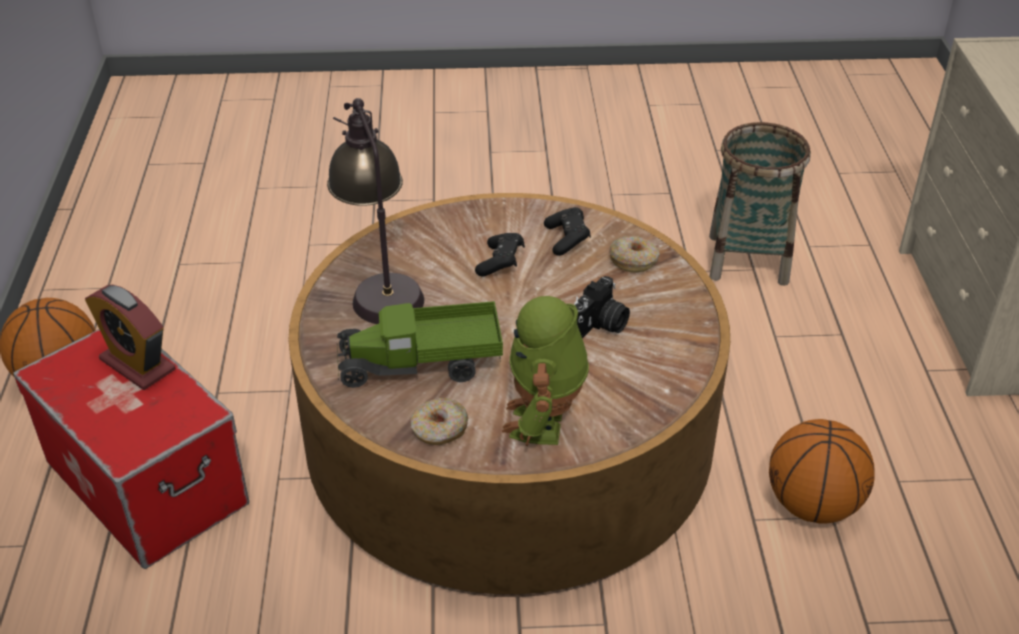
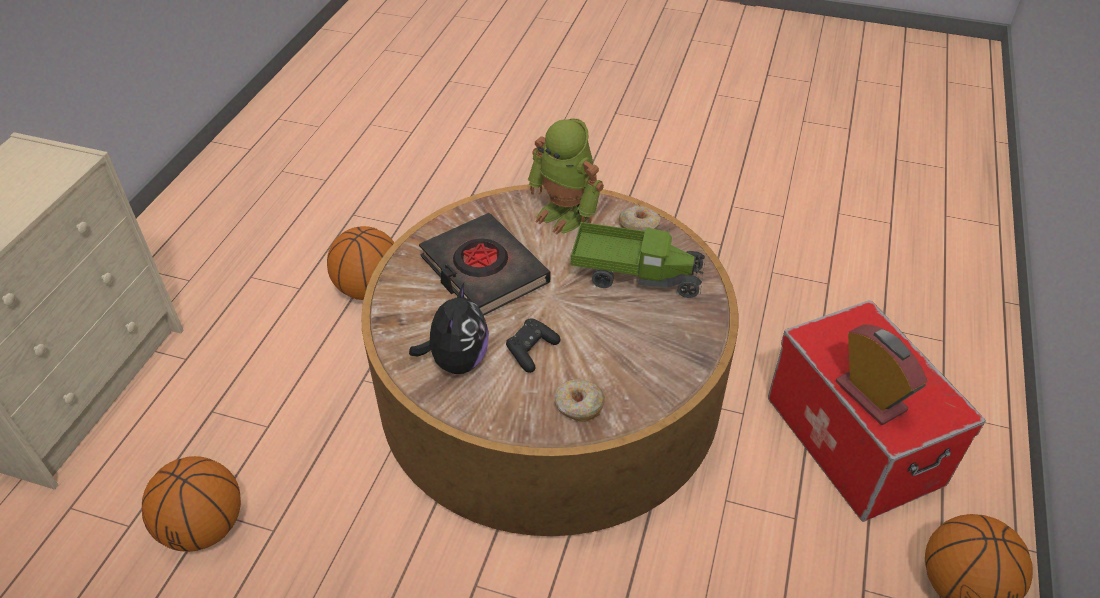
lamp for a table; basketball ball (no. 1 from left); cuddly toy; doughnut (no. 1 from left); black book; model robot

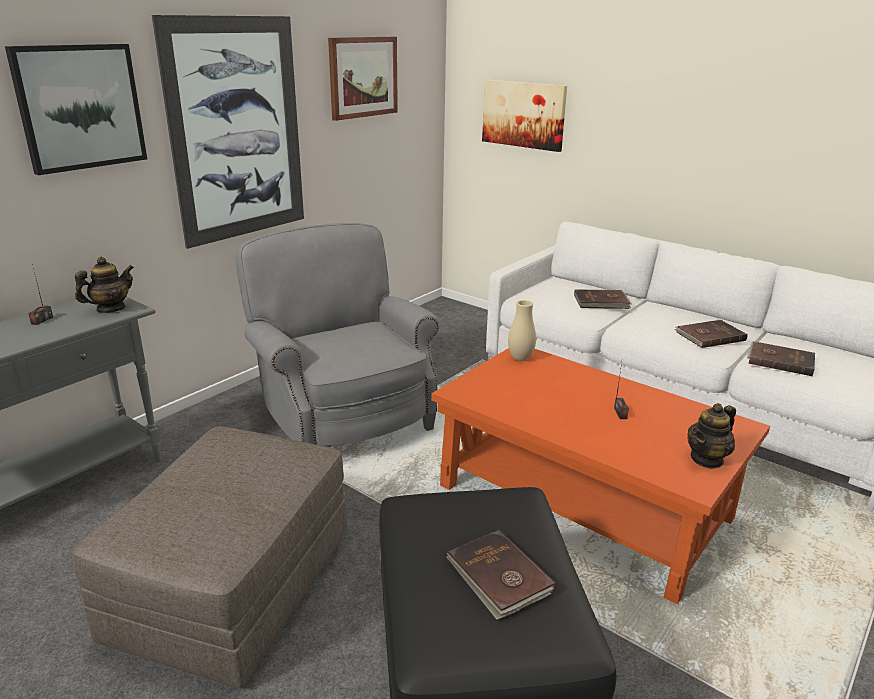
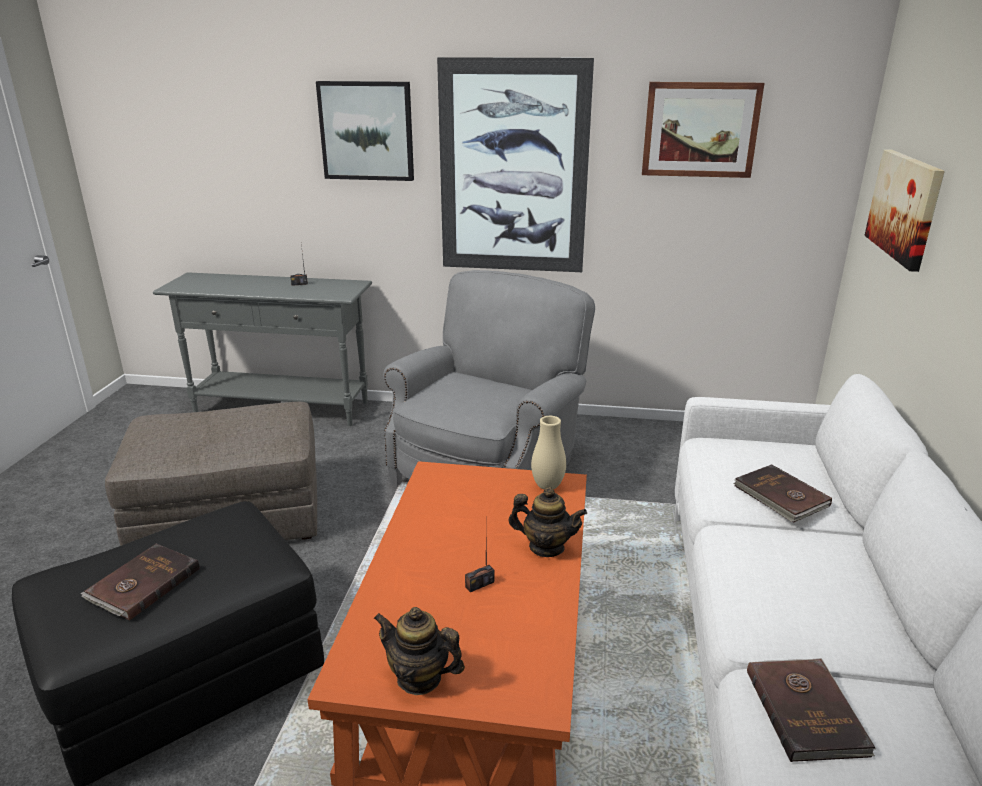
tea pot (no. 2 from left); brown book (no. 3 from left in the first image)

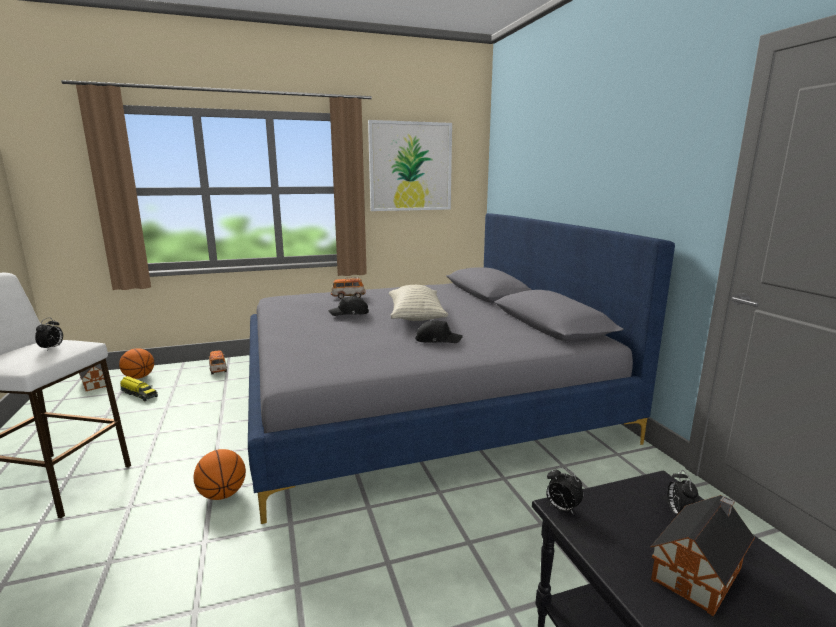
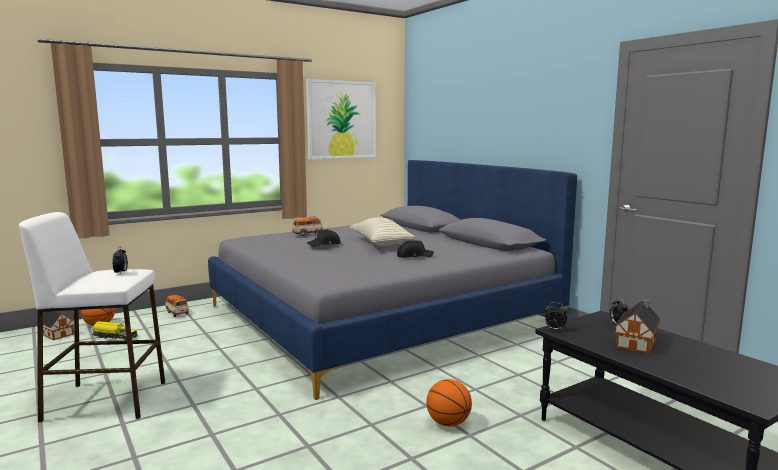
basketball ball (no. 2 from left)

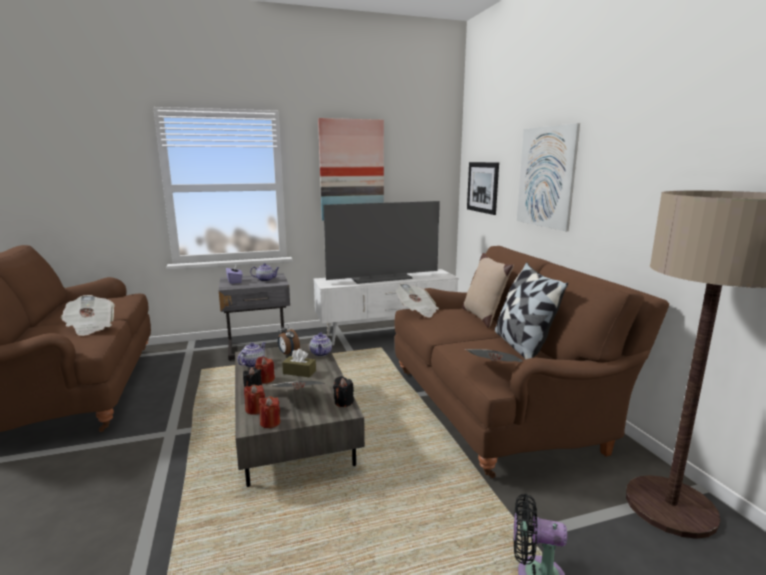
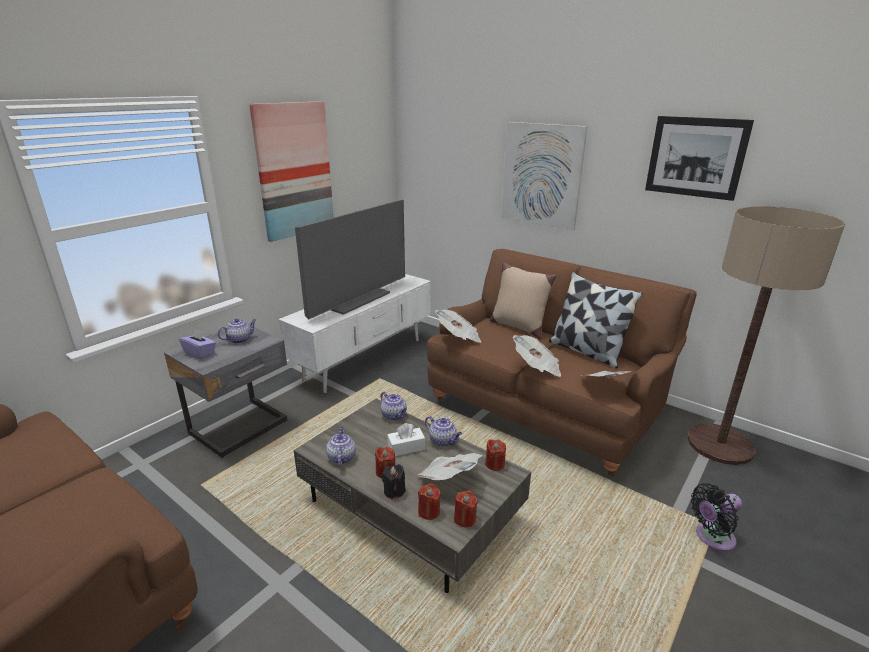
picture (no. 3 from left); printed paper (no. 3 from left); table clock; white-coloured box of tissues; red-coloured candle (no. 4 from left); tea pot (no. 4 from left)

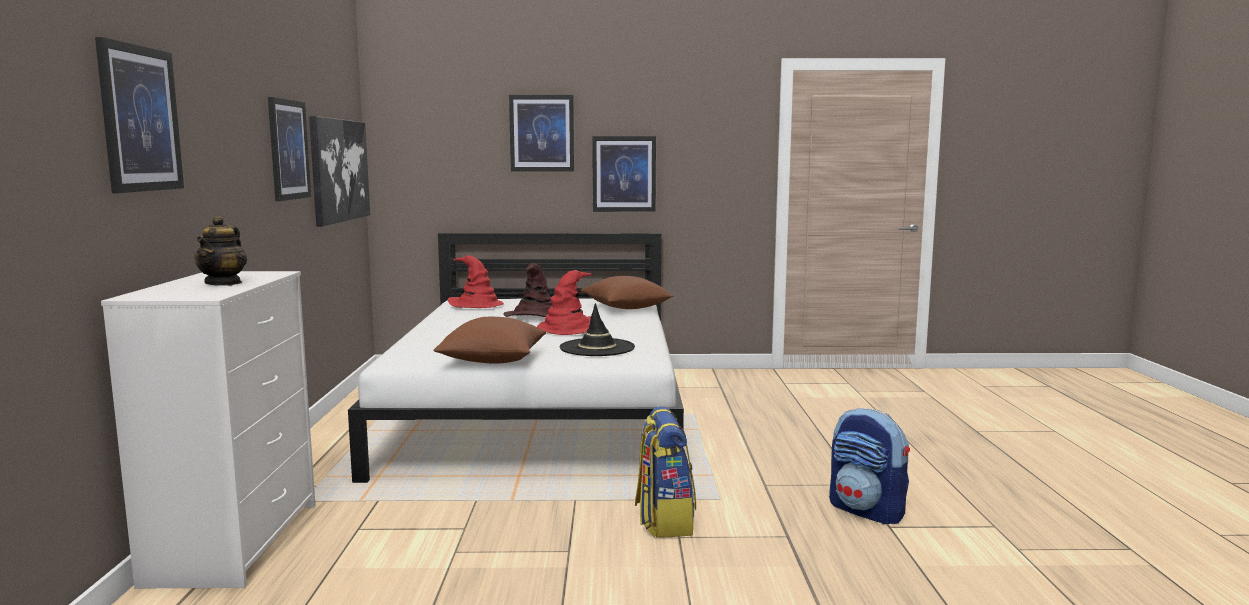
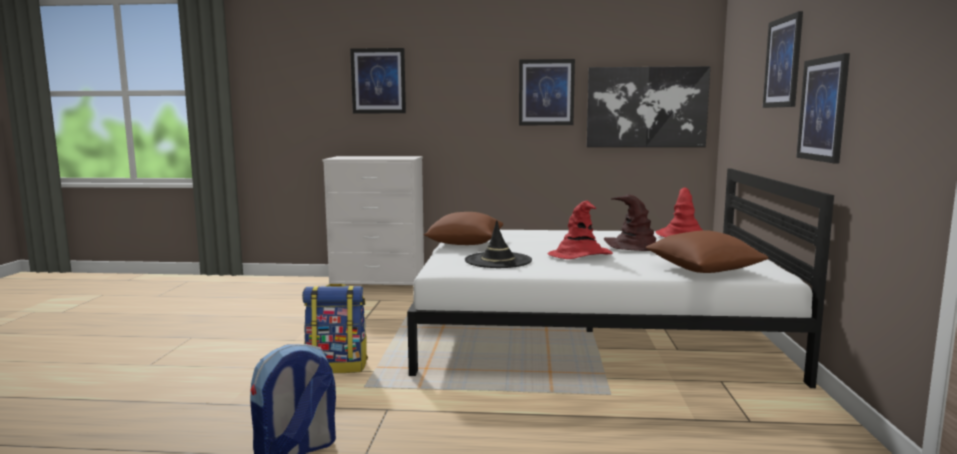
tea pot

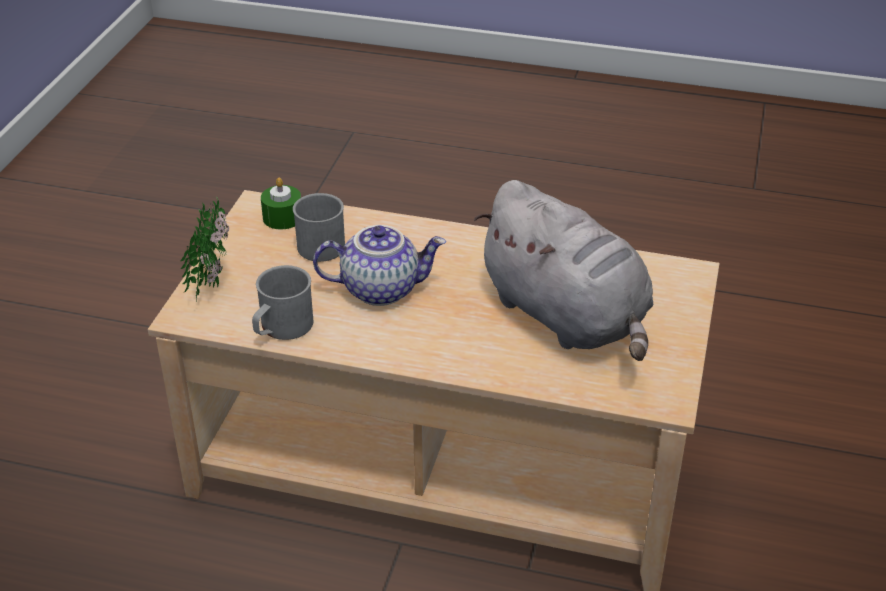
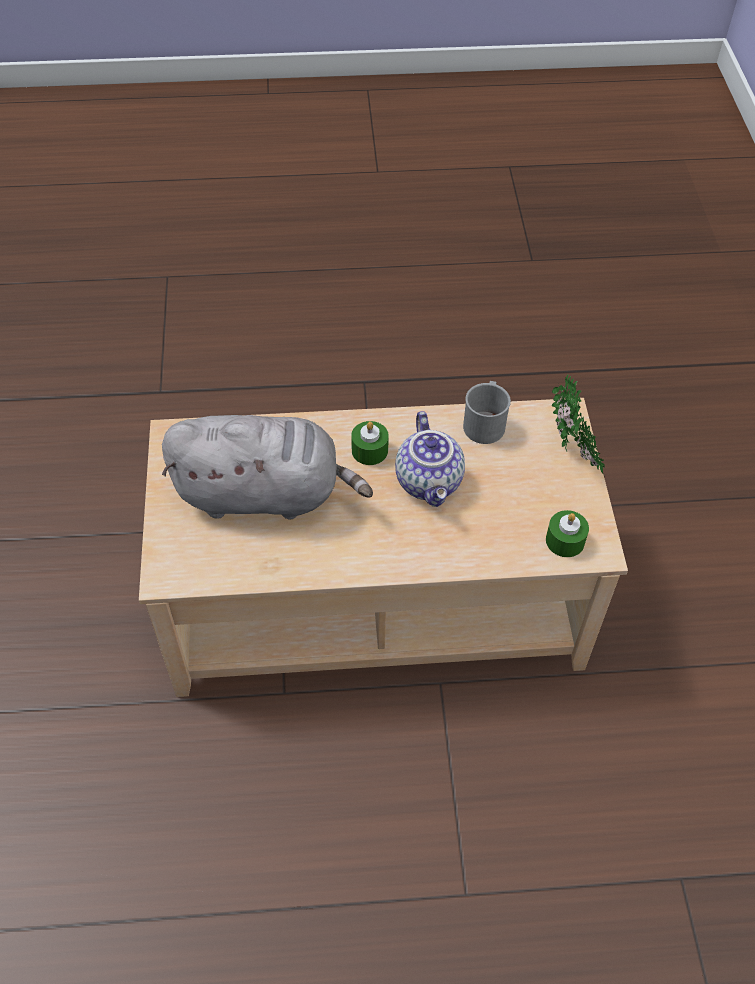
grey cuddly toy; grey coffee mug (no. 2 from left in the first image); tea pot; green candle (no. 1 from left)

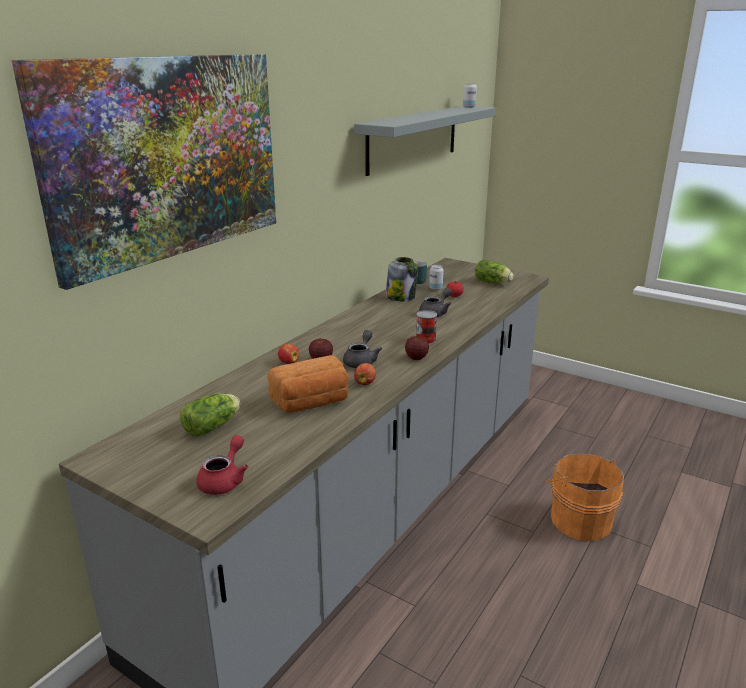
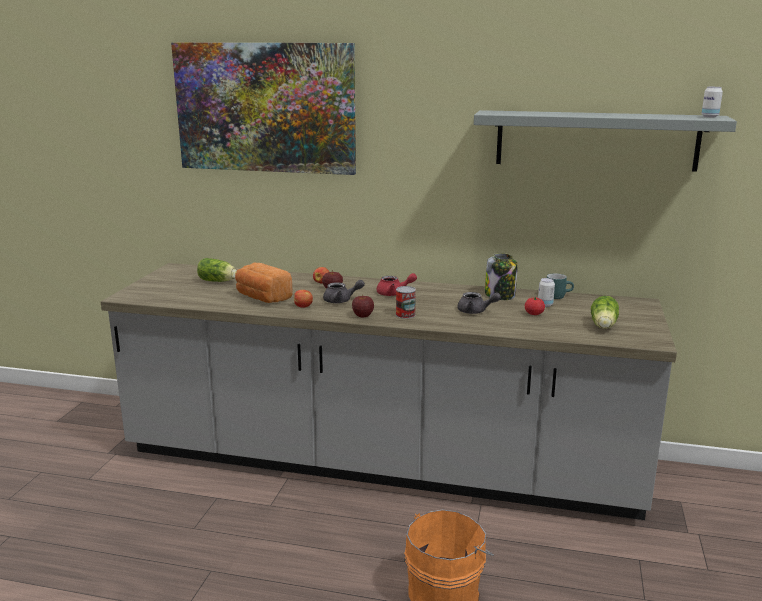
red-coloured tea pot

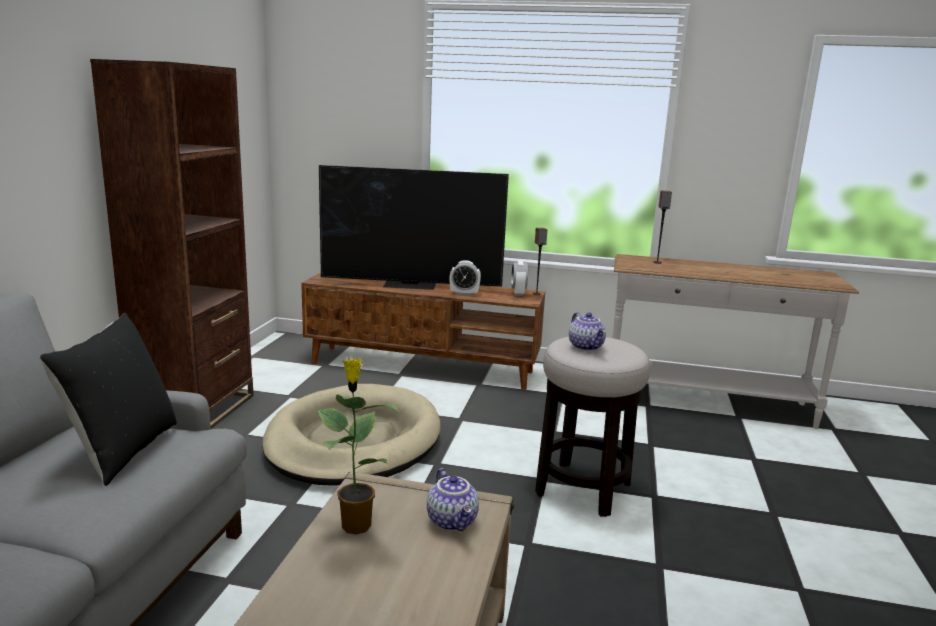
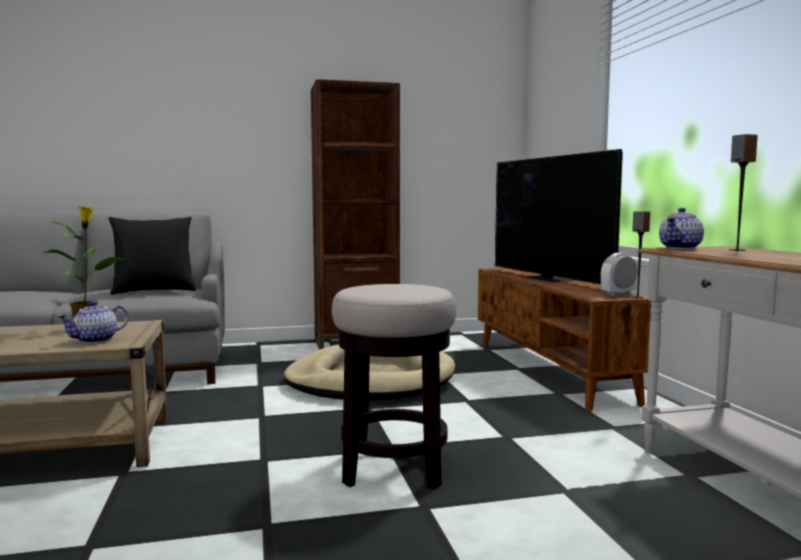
table clock (no. 1 from left in the first image); tea pot (no. 2 from left)

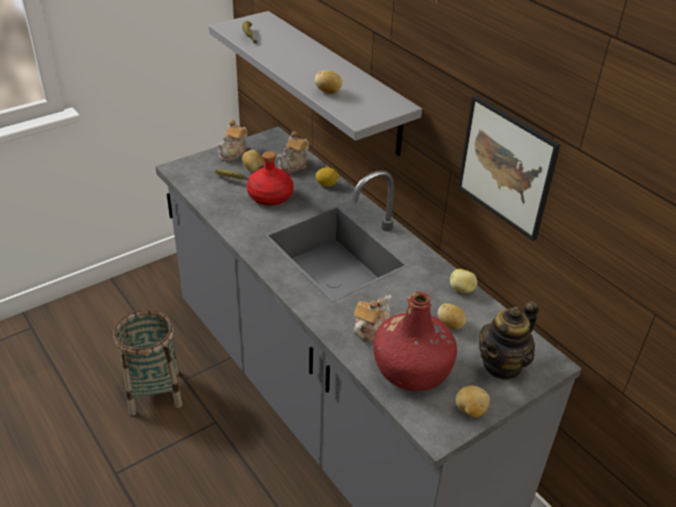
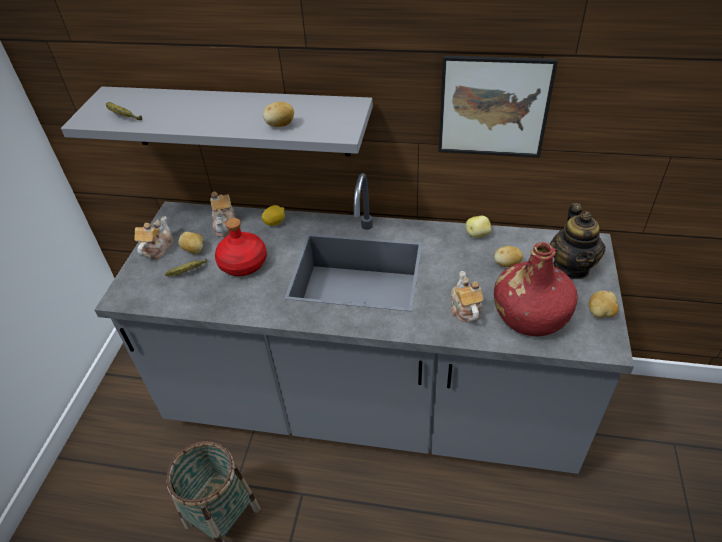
tea pot (no. 1 from left)

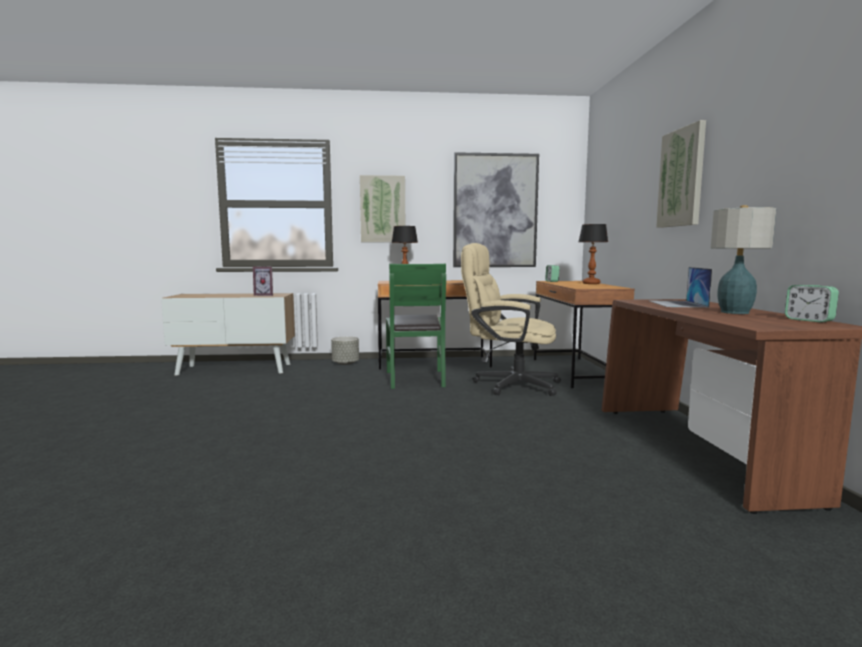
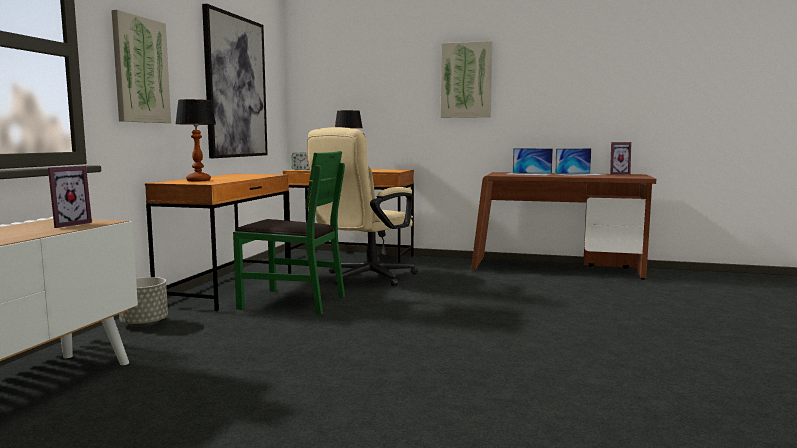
notebook computer (no. 2 from left); standing frame (no. 2 from left)

